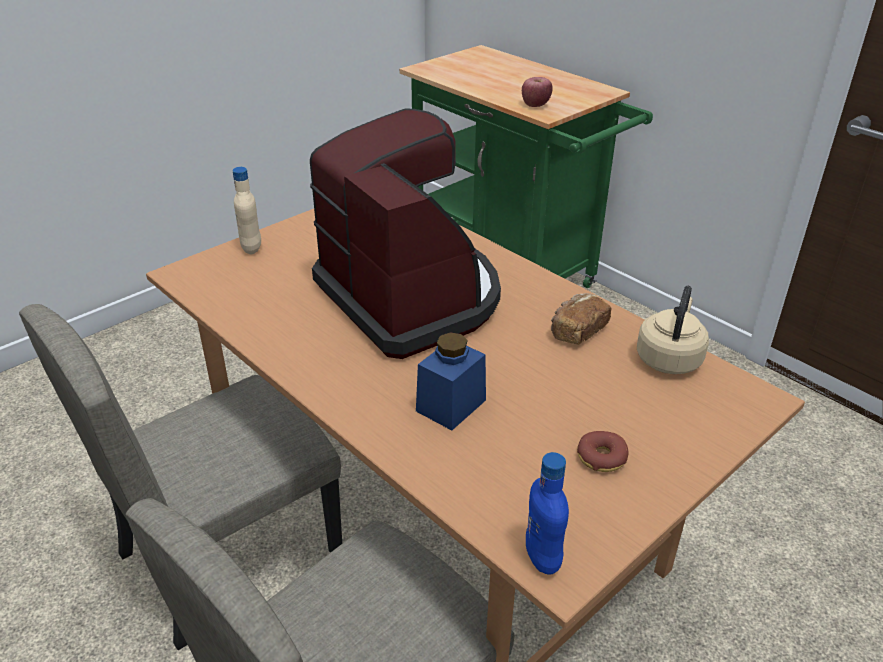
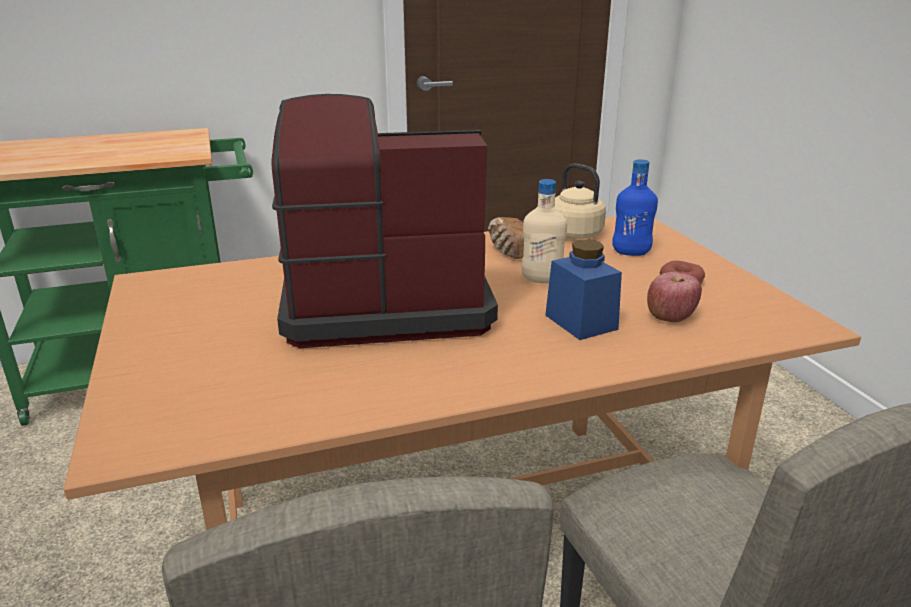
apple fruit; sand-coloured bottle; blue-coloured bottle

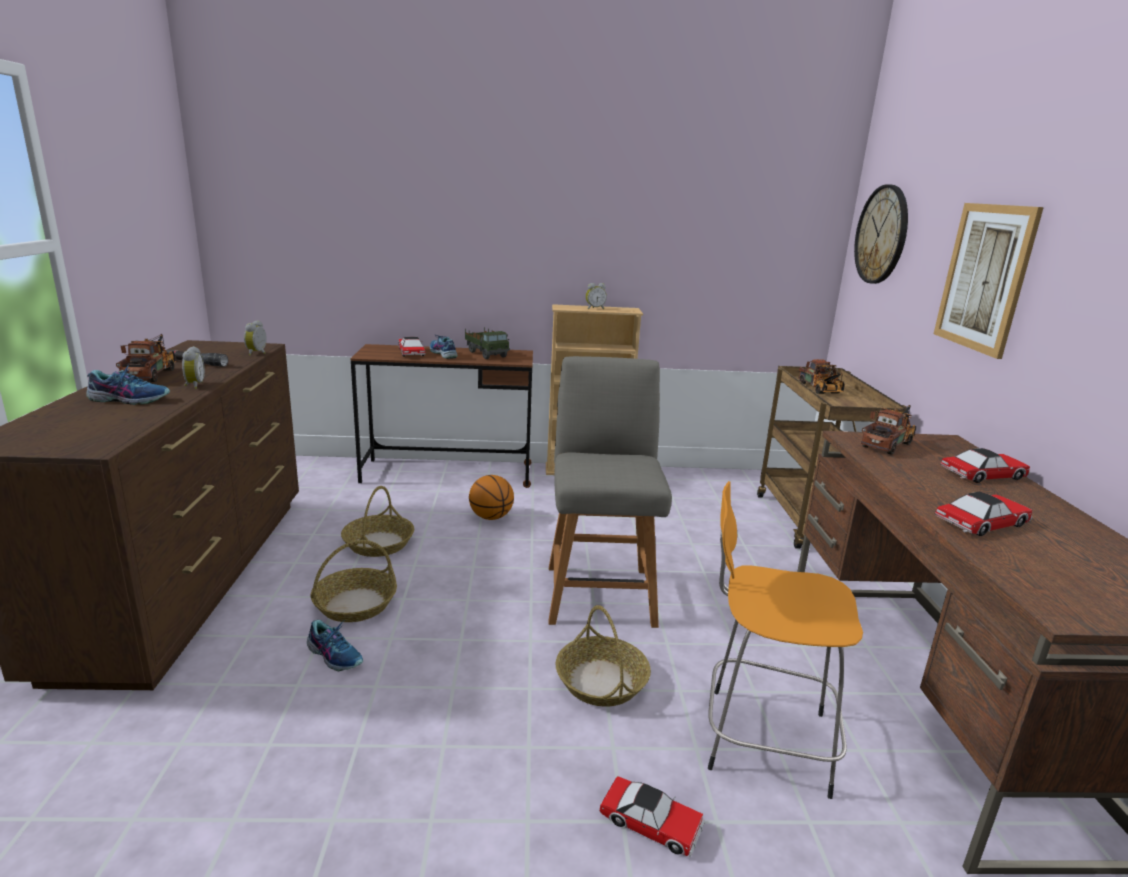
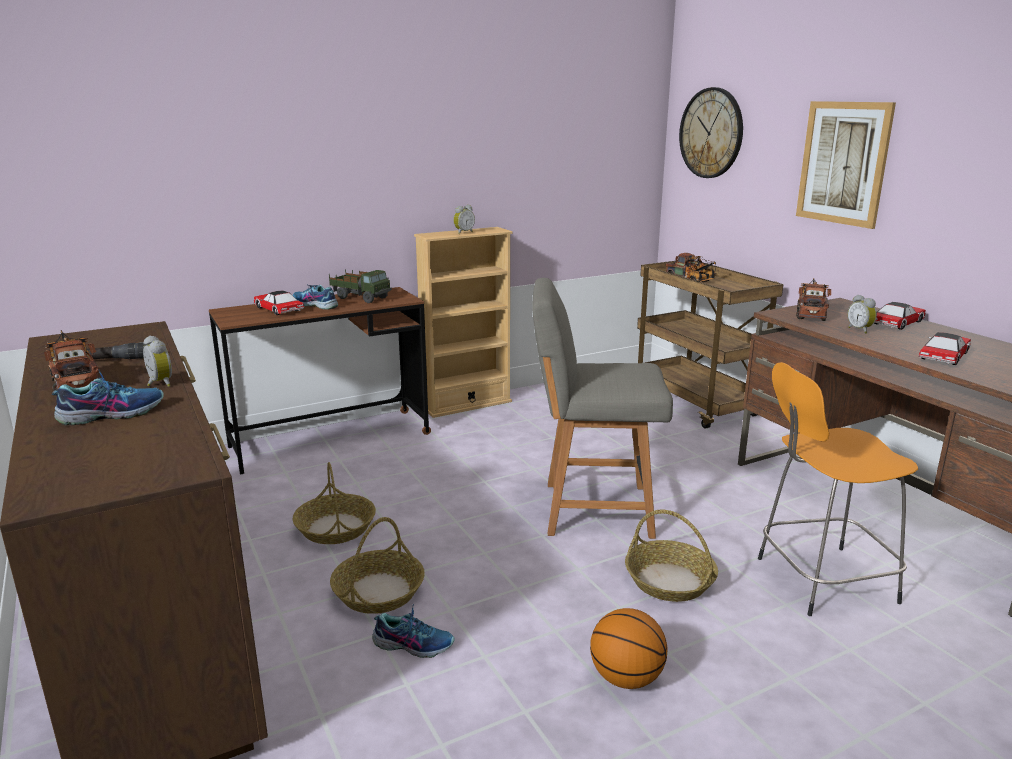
table clock (no. 3 from left); grey upright chair; basketball ball; model car (no. 2 from left in the first image)

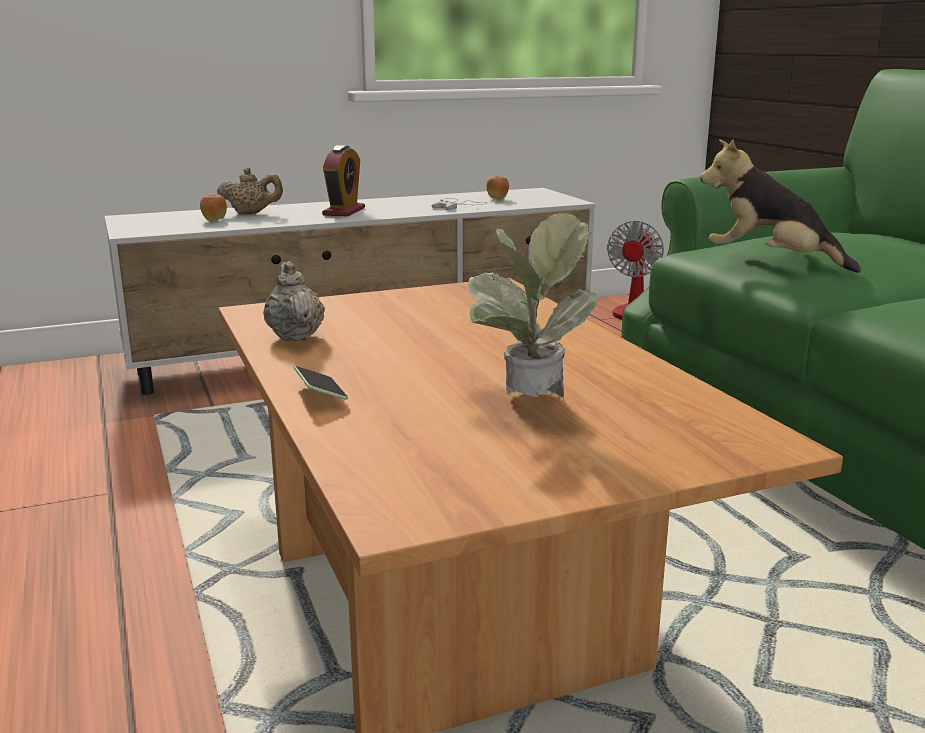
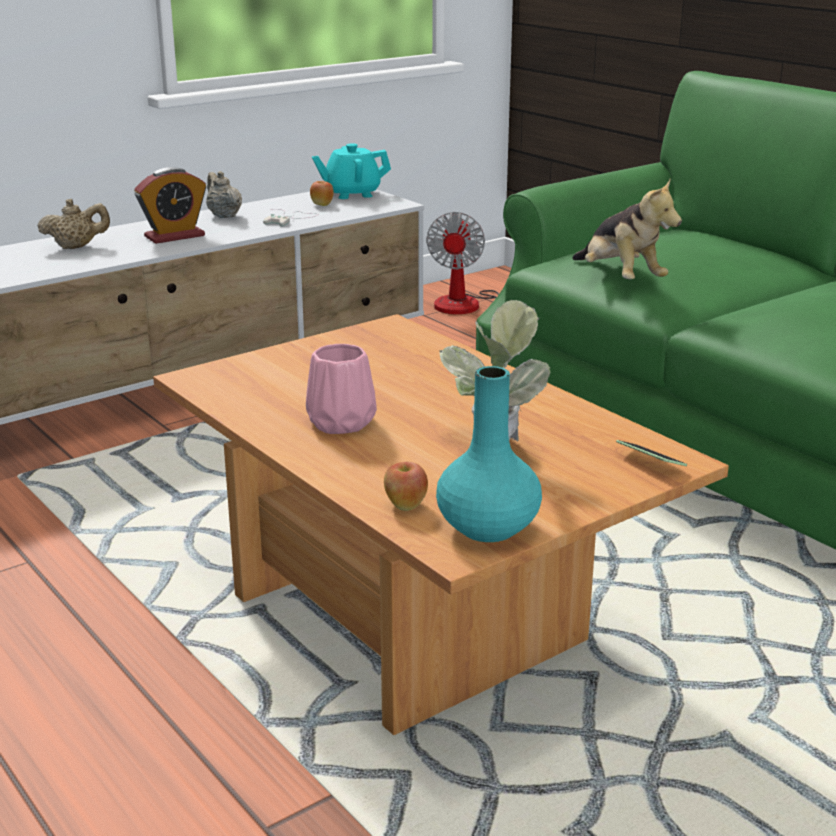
cuddly toy; table clock; apple fruit (no. 2 from left); sand-coloured tea pot (no. 2 from left); telephone; blue-green tea pot; pink-coloured flower vase; blue-green flower vase

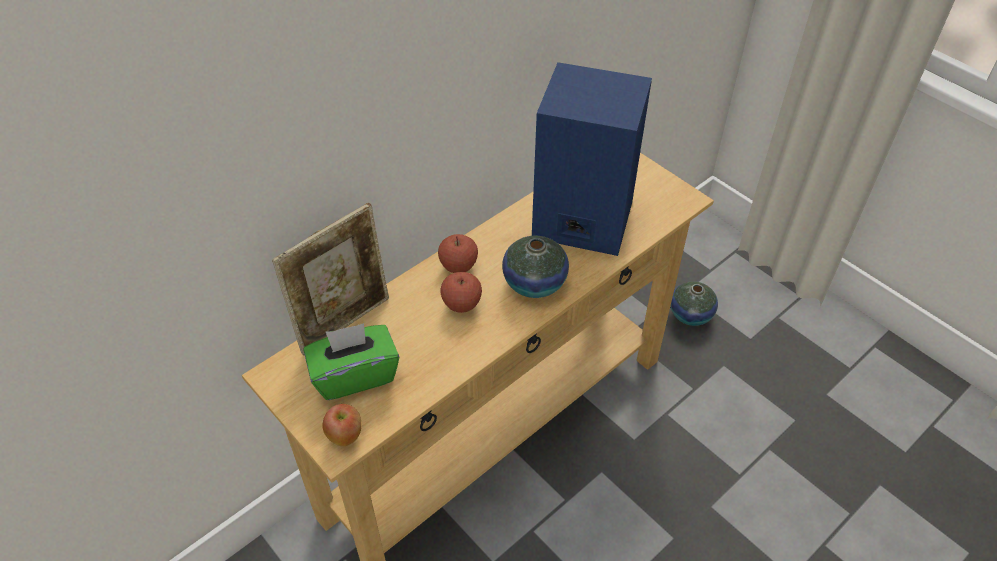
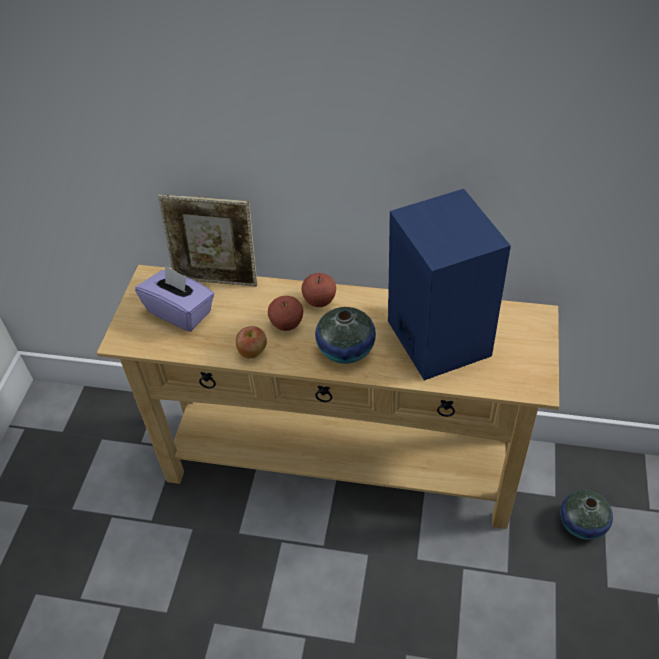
purple-coloured box of tissues; apple fruit (no. 1 from left)

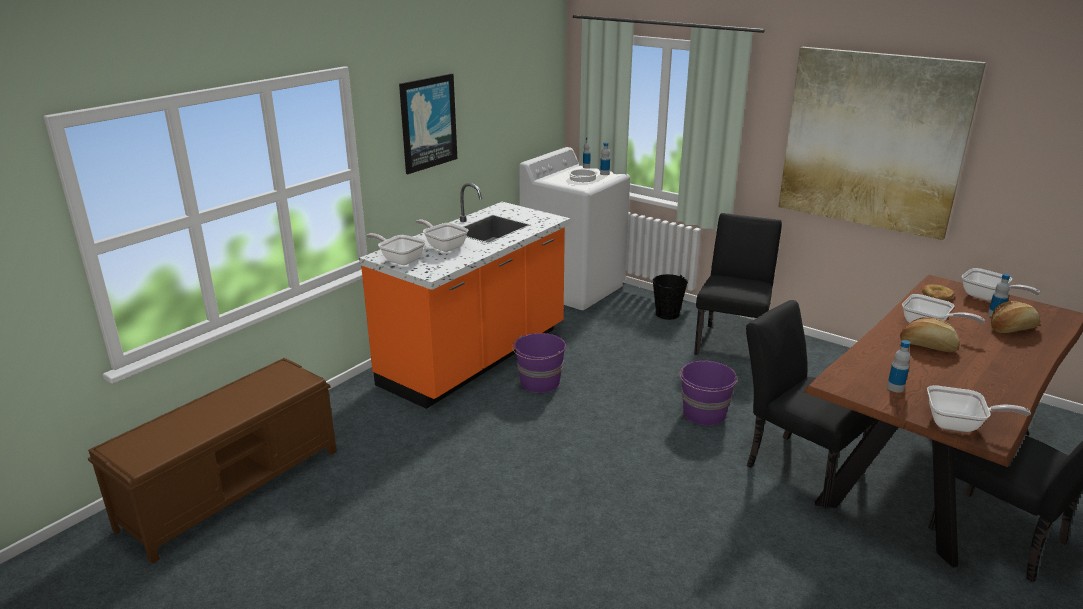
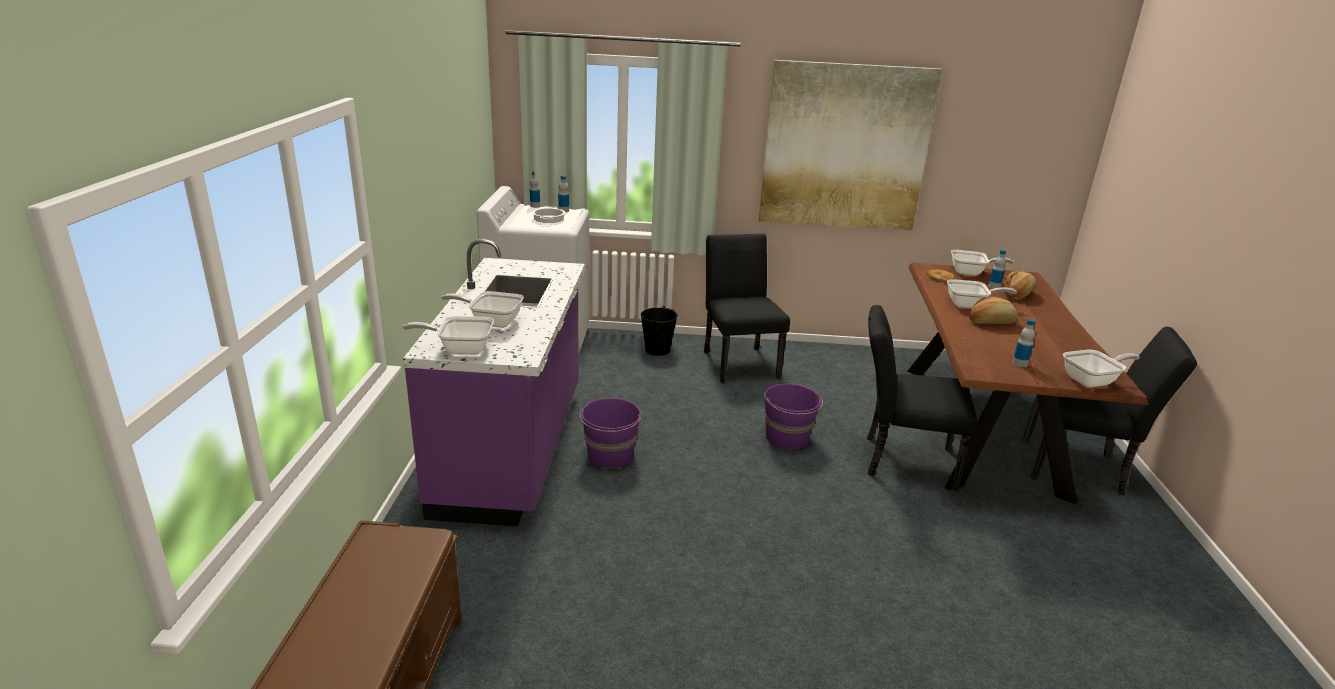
picture (no. 1 from left in the first image); purple-coloured counter

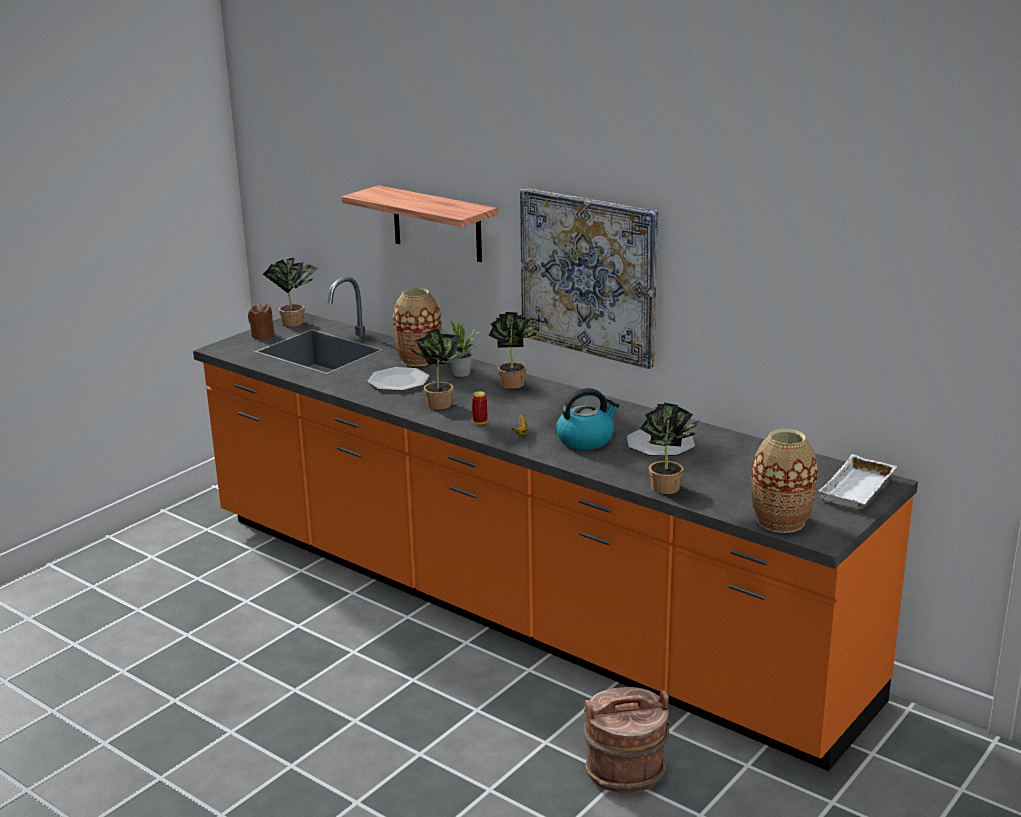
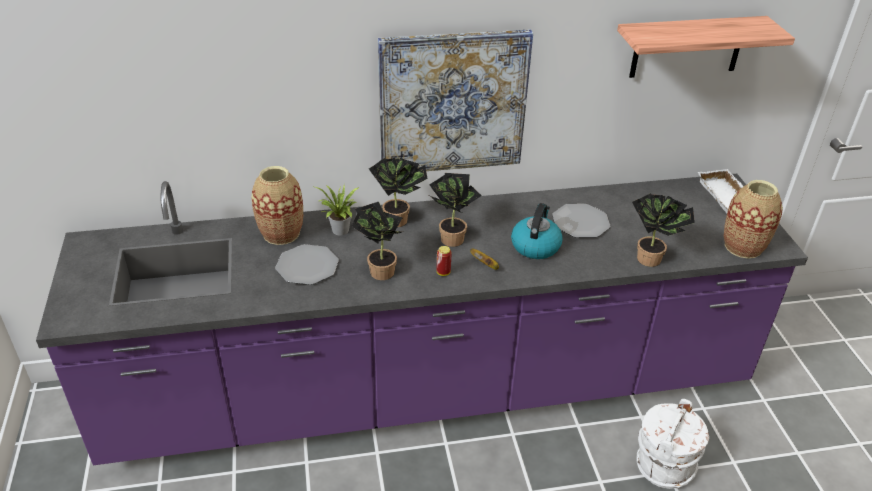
shelf; houseplant (no. 4 from left); purple-coloured counter; brown candle; white-coloured bucket

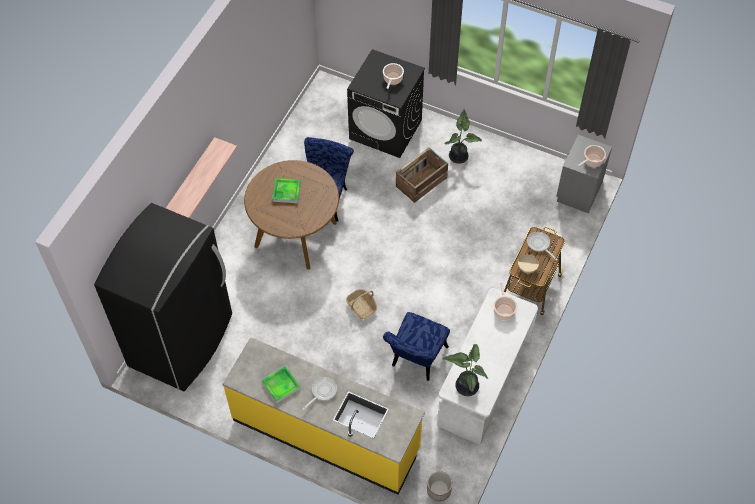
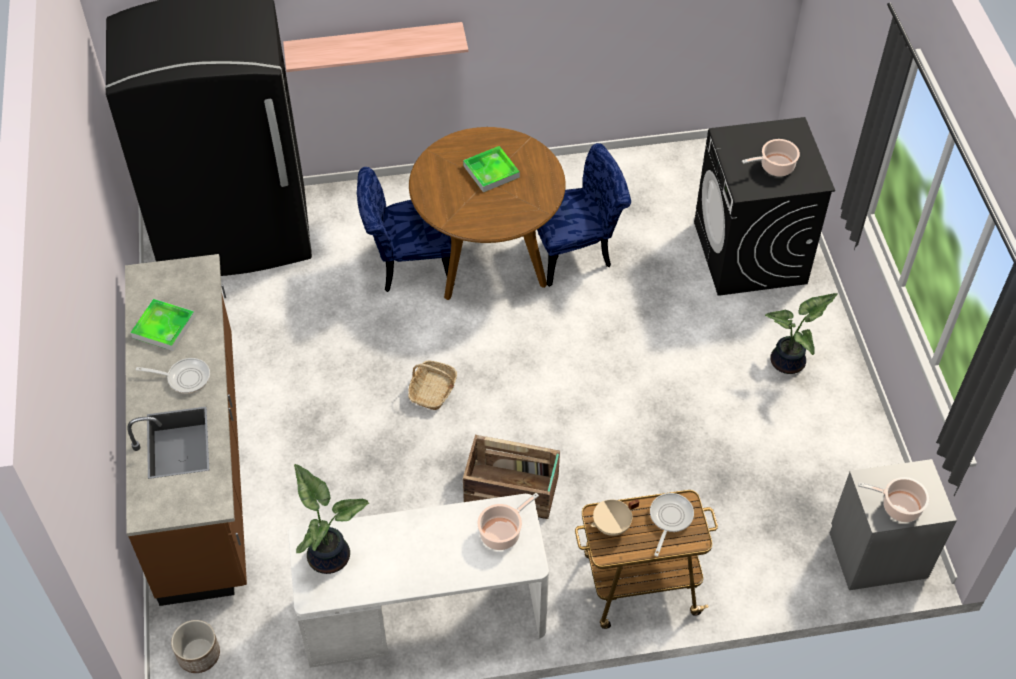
packing crate; blue-coloured upright chair (no. 1 from left); brown counter

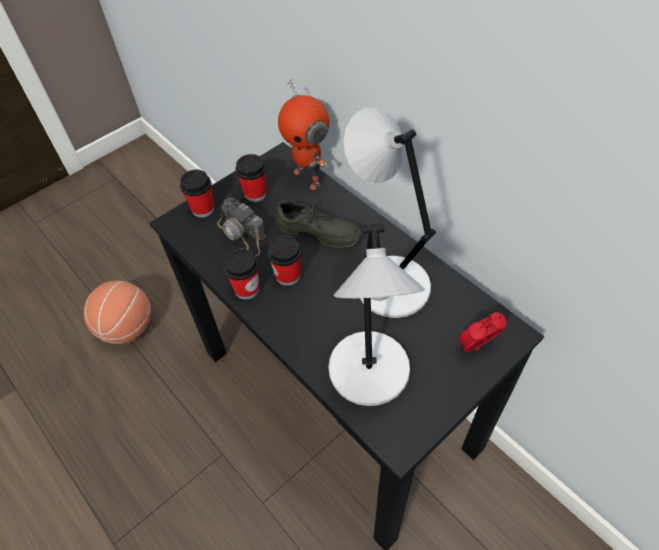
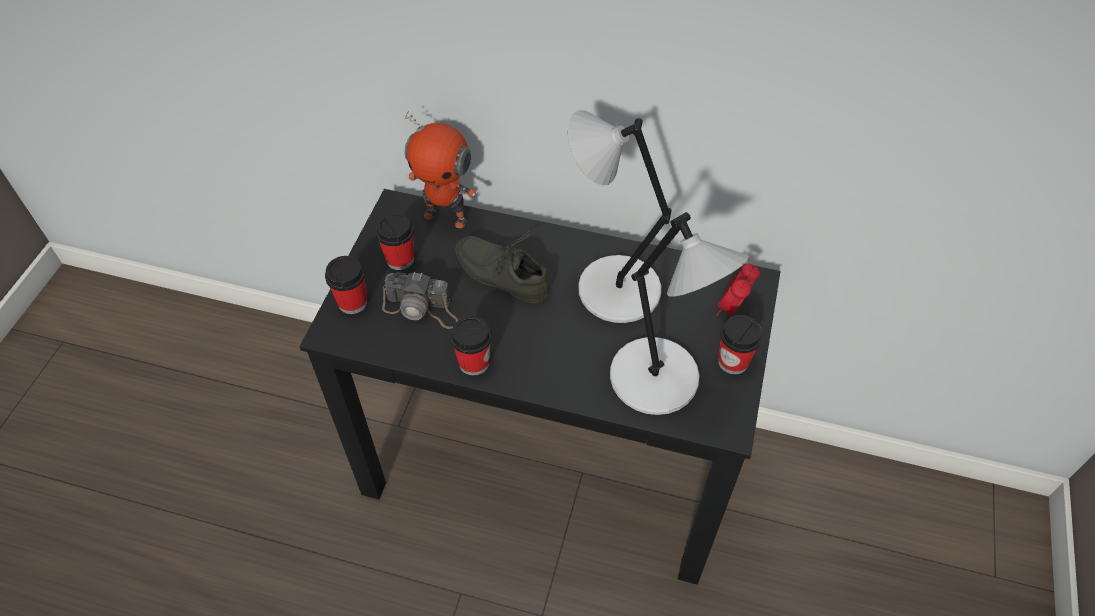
grey item of footwear; drinking cup (no. 4 from left); basketball ball

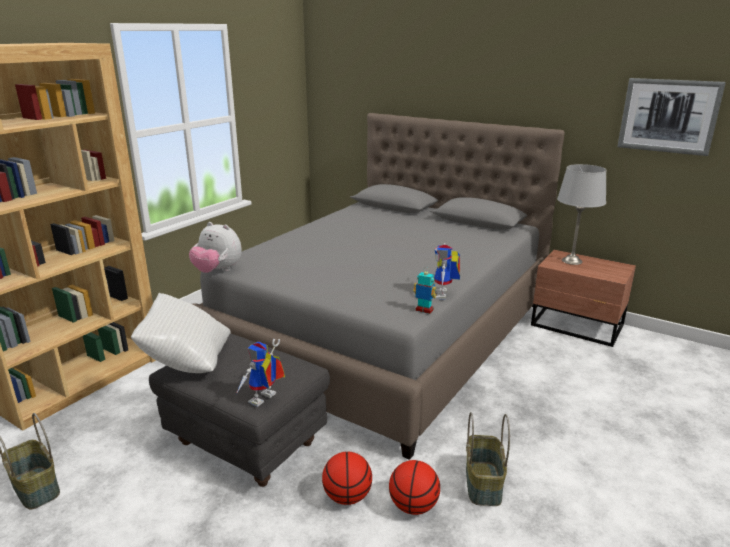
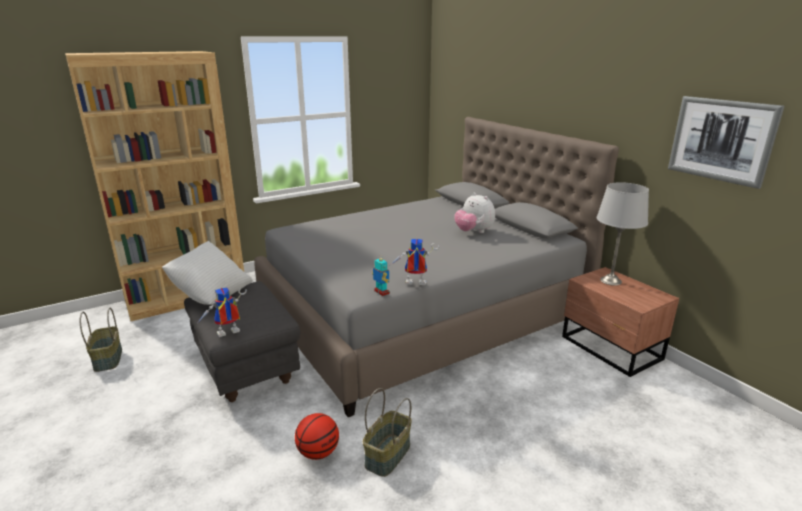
cuddly toy; model robot (no. 3 from left); basketball ball (no. 1 from left in the first image)

